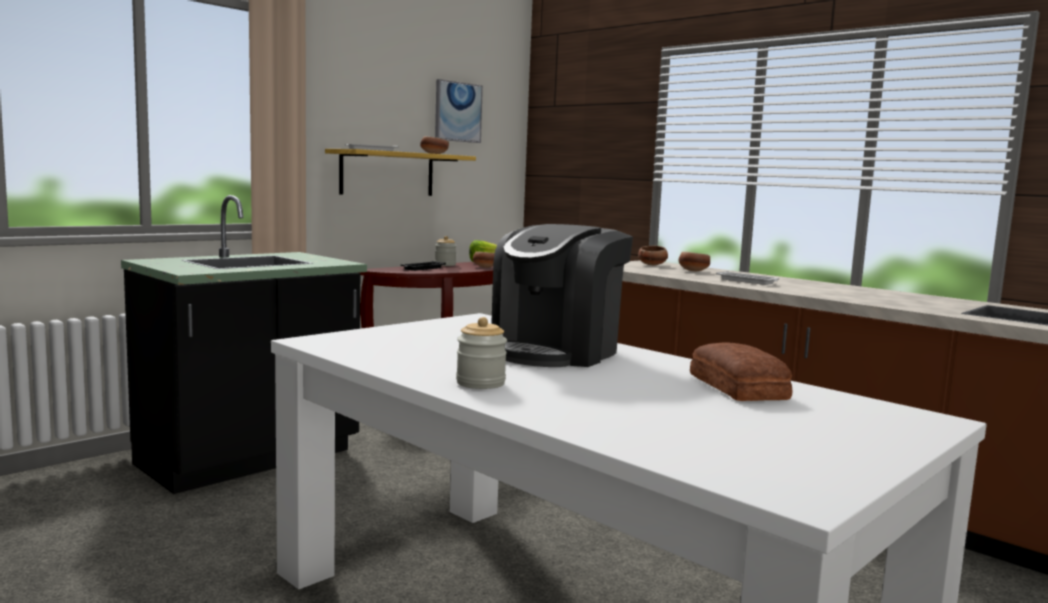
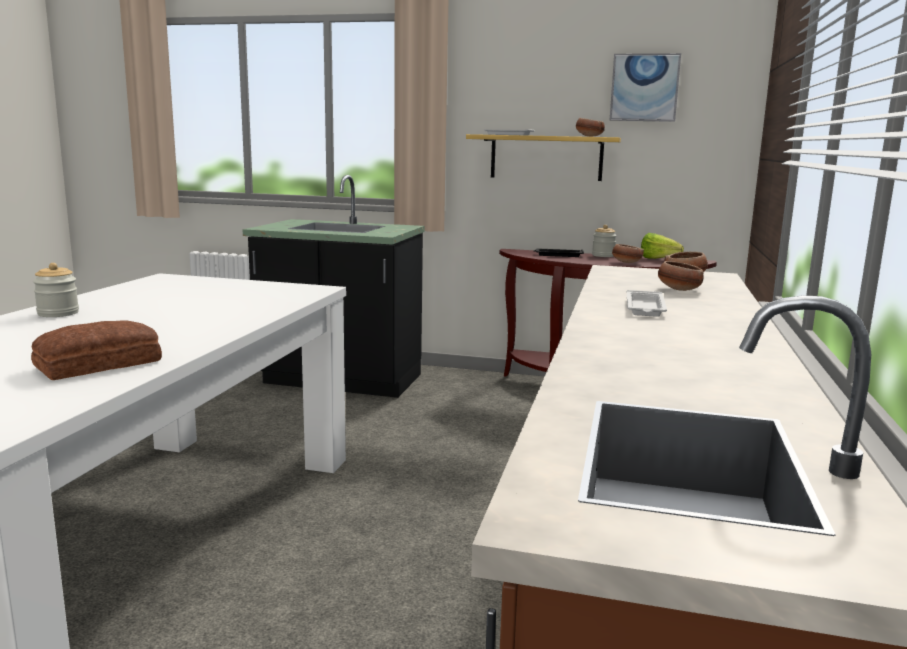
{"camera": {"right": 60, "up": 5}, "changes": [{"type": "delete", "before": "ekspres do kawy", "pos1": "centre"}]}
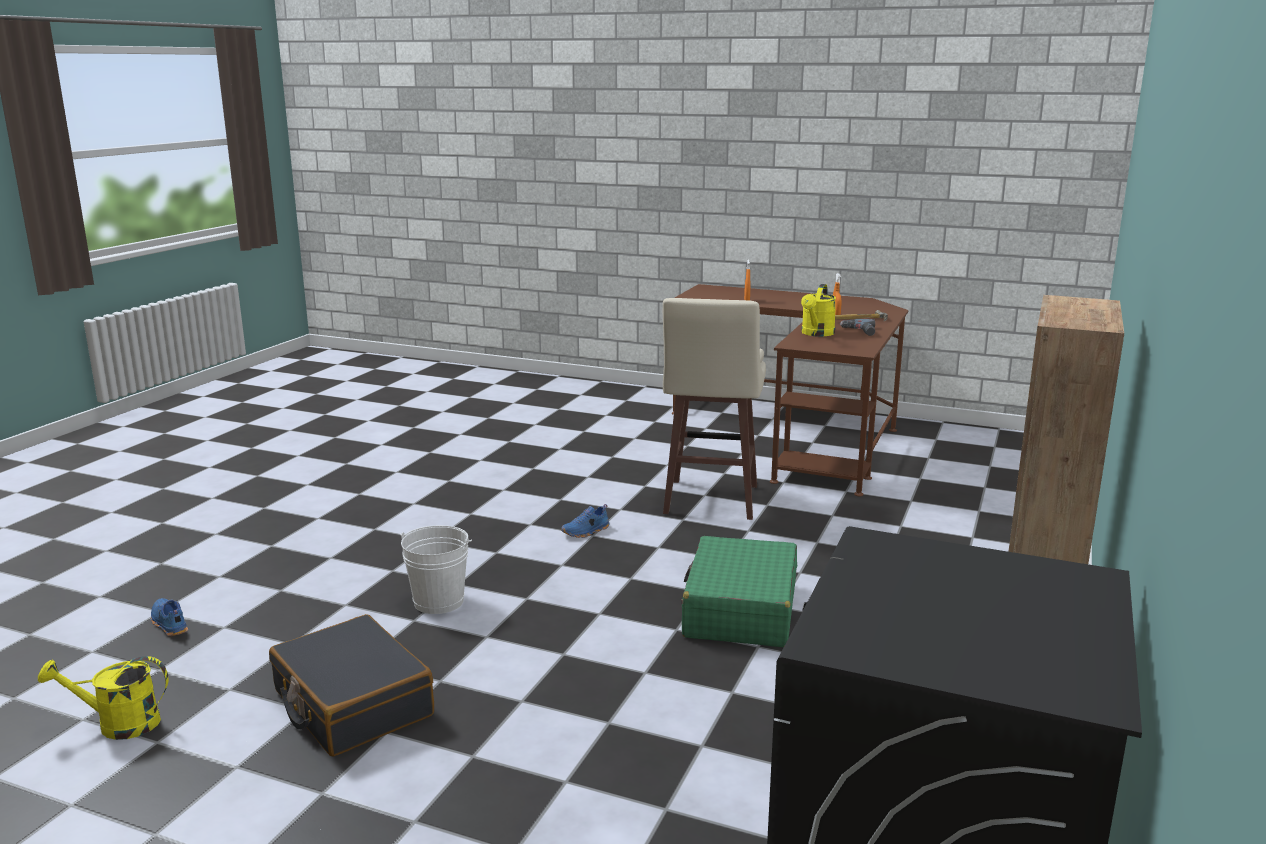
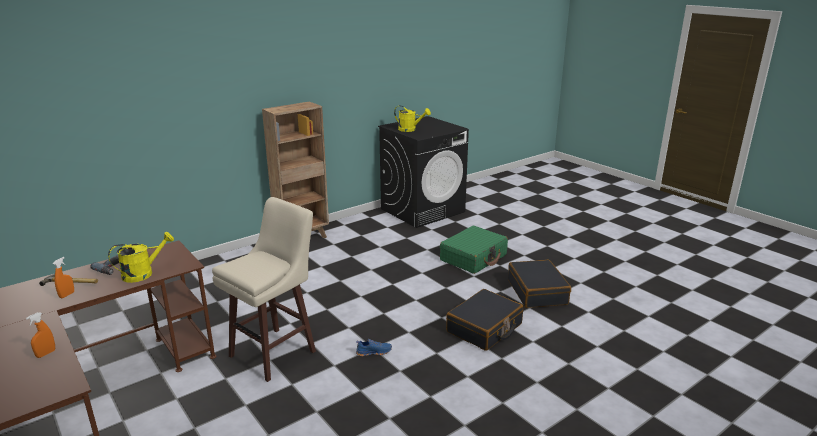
{"camera": {"right": -150, "up": 5}, "changes": [{"type": "move", "before": "konewka [żółty] (1st from left in the first image)", "after": "konewka [żółty] (2nd from left)", "pos1": "bottom left", "pos2": "top centre"}, {"type": "delete", "before": "but [niebieski] (1st from left)", "pos1": "bottom left"}, {"type": "replace", "before": "wiadro [biały]", "after": "walizka [czarny] (1st from left)", "pos1": "bottom centre", "pos2": "bottom centre"}, {"type": "move", "before": "walizka [zielony]", "pos1": "bottom centre", "pos2": "centre"}]}
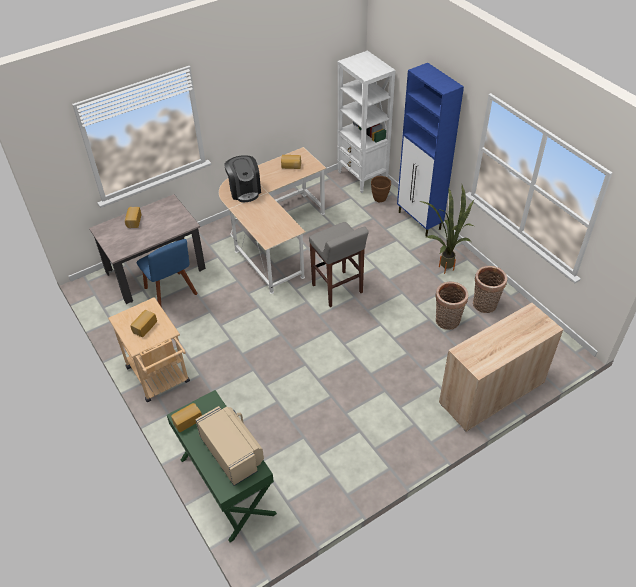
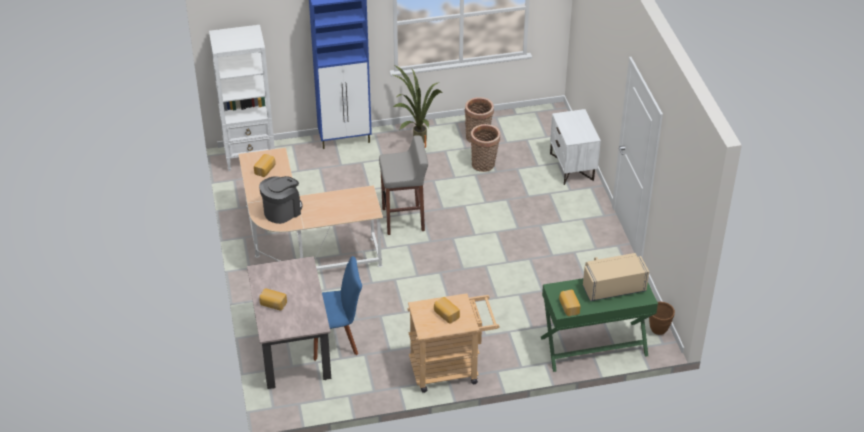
{"camera": {"right": -70, "up": -5}, "changes": [{"type": "rotate", "before": "ekspres do kawy", "pos1": "top centre", "pos2": "middle left", "turn": -45}, {"type": "move", "before": "donica [brązowy]", "pos1": "top centre", "pos2": "bottom right"}, {"type": "replace", "before": "szafka [beżowy]", "after": "szafka nocna [biały]", "pos1": "middle right", "pos2": "centre"}]}
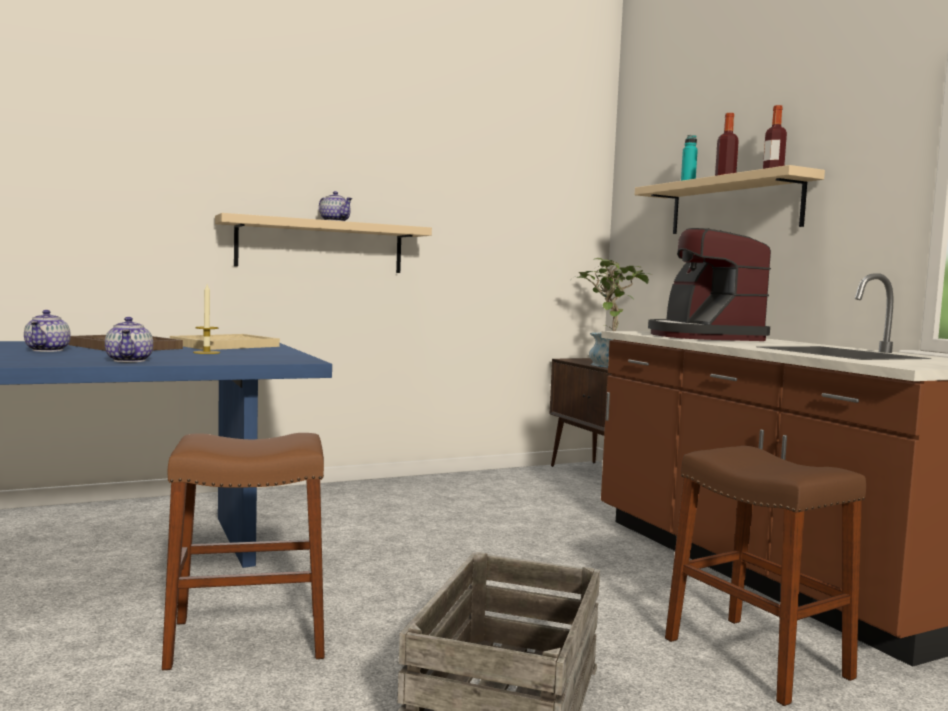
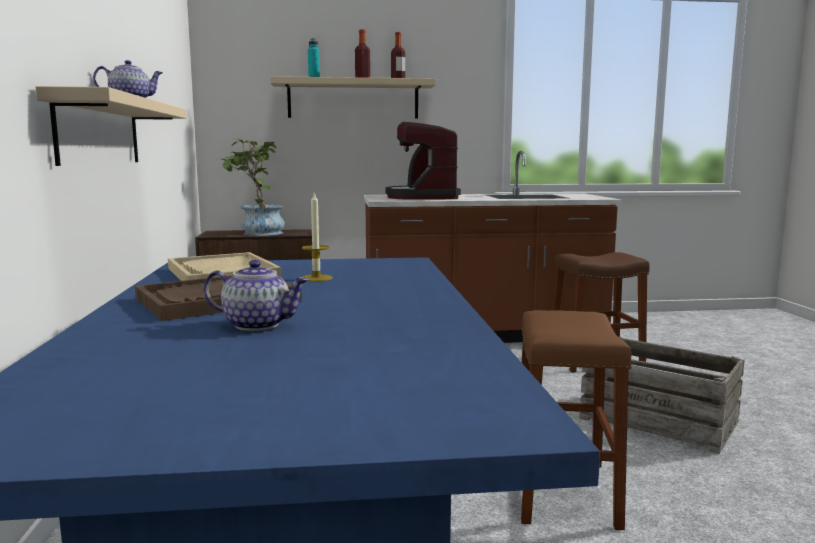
{"camera": {"right": -70, "up": 5}, "changes": [{"type": "delete", "before": "imbryk (2nd from left)", "pos1": "middle left"}, {"type": "rotate", "before": "ekspres do kawy", "pos1": "middle right", "pos2": "top centre", "turn": 75}]}
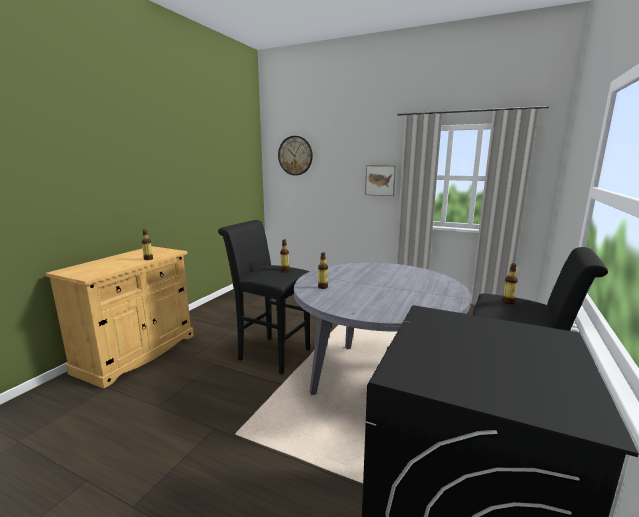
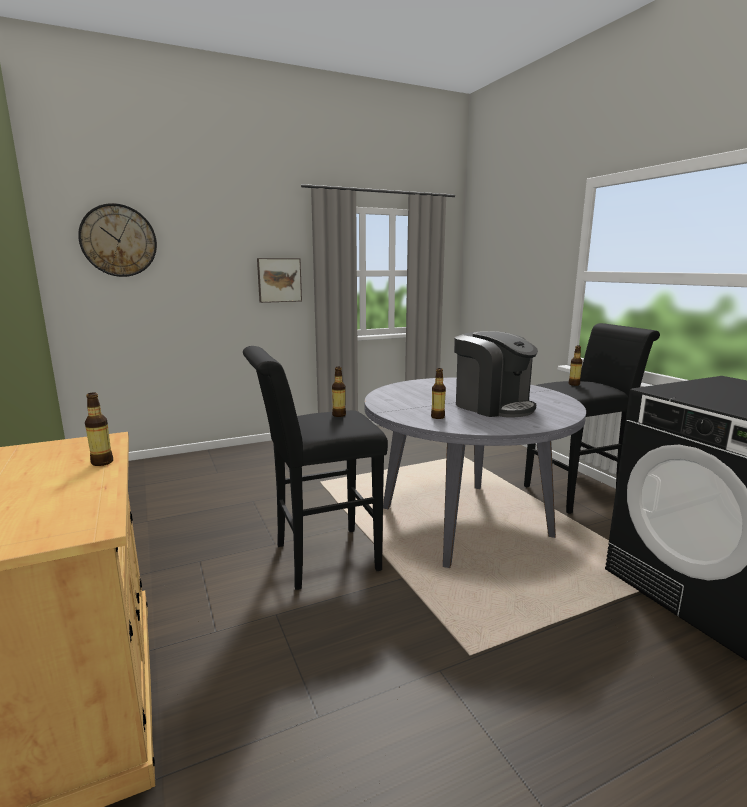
{"camera": {"right": -50, "up": 0}, "changes": [{"type": "insert", "after": "ekspres do kawy", "pos2": "centre"}]}
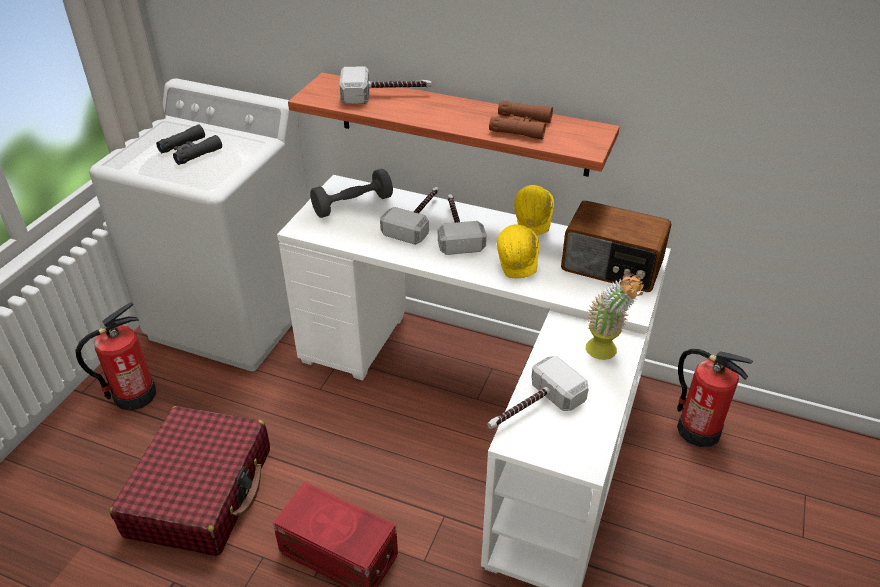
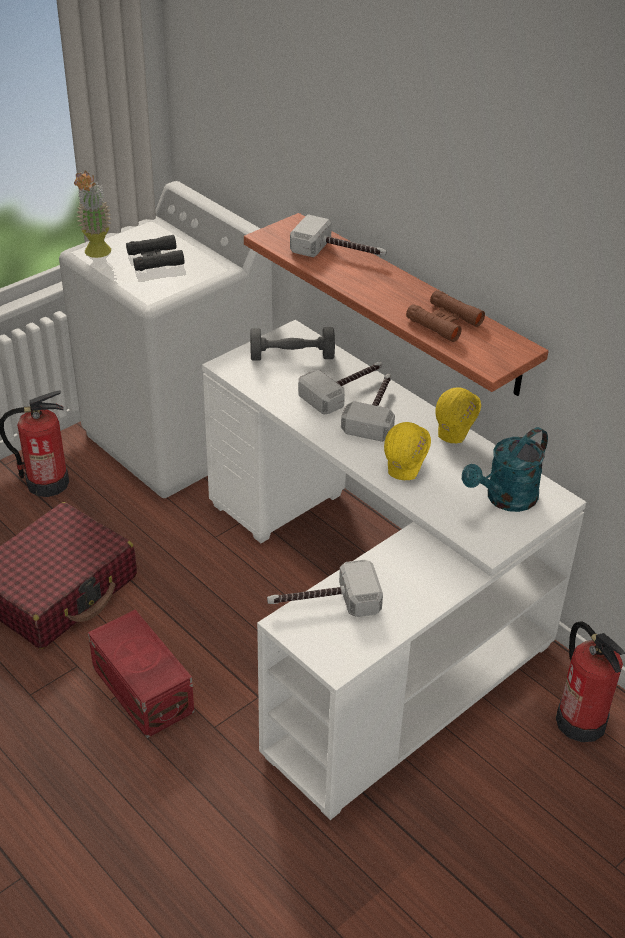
{"camera": {"right": 25, "up": 0}, "changes": [{"type": "replace", "before": "radio", "after": "konewka [turkusowy]", "pos1": "middle right", "pos2": "middle right"}, {"type": "move", "before": "roślina doniczkowa", "pos1": "middle right", "pos2": "top left"}]}
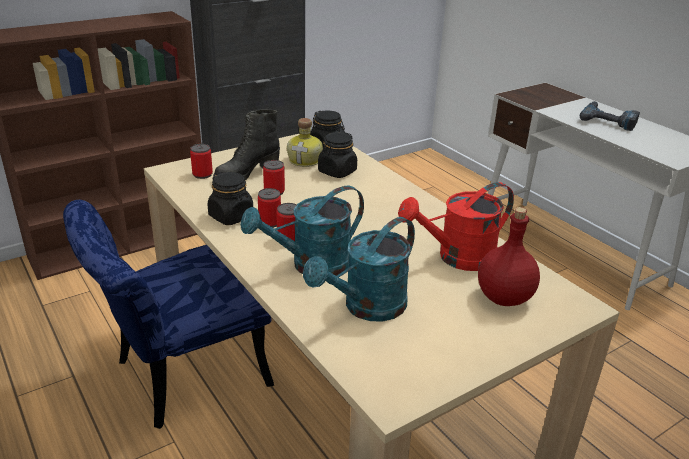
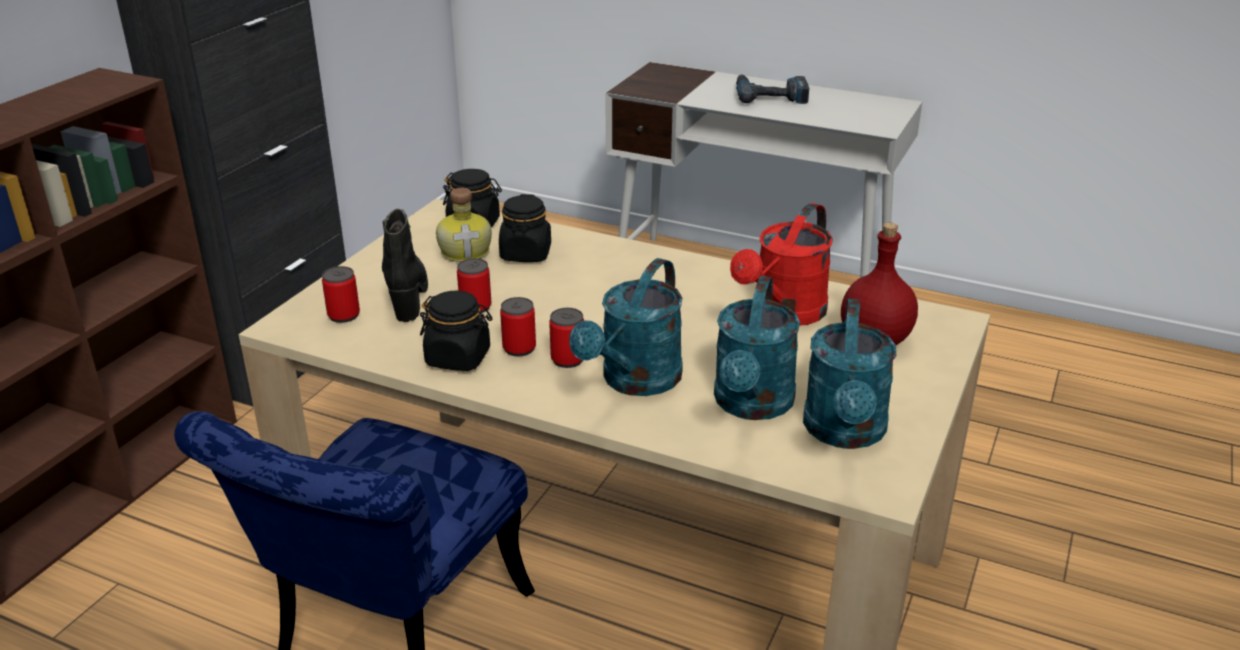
{"camera": {"right": -30, "up": 0}, "changes": [{"type": "rotate", "before": "but z cholewką [czarny]", "pos1": "top centre", "pos2": "middle left", "turn": 150}, {"type": "insert", "after": "konewka [turkusowy] (3rd from left)", "pos2": "middle right"}]}
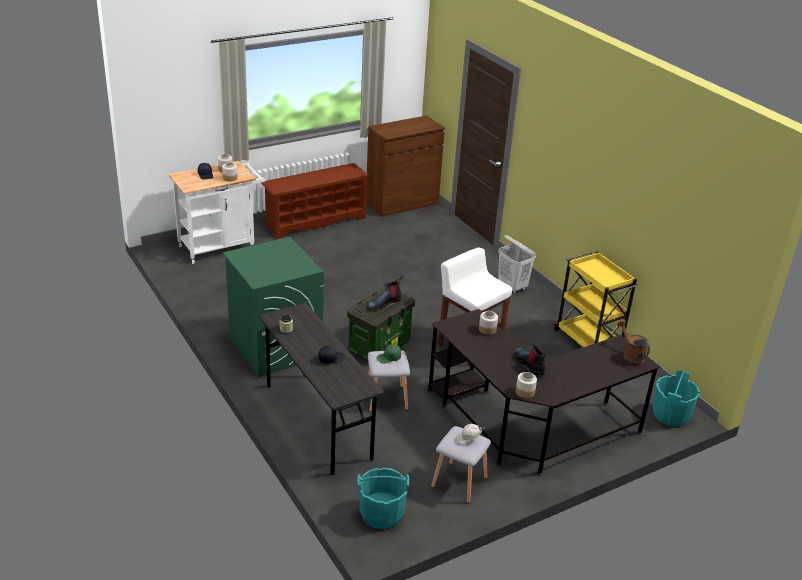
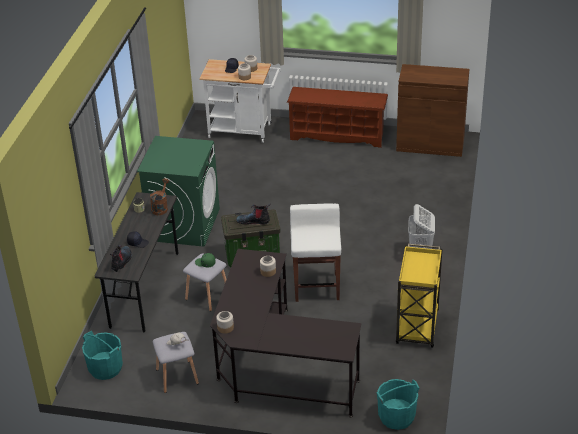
{"camera": {"right": 45, "up": 5}, "changes": [{"type": "move", "before": "but z cholewką (2nd from left in the first image)", "after": "but z cholewką (1st from left)", "pos1": "centre", "pos2": "middle left"}, {"type": "move", "before": "konewka [brązowy]", "pos1": "middle right", "pos2": "middle left"}]}
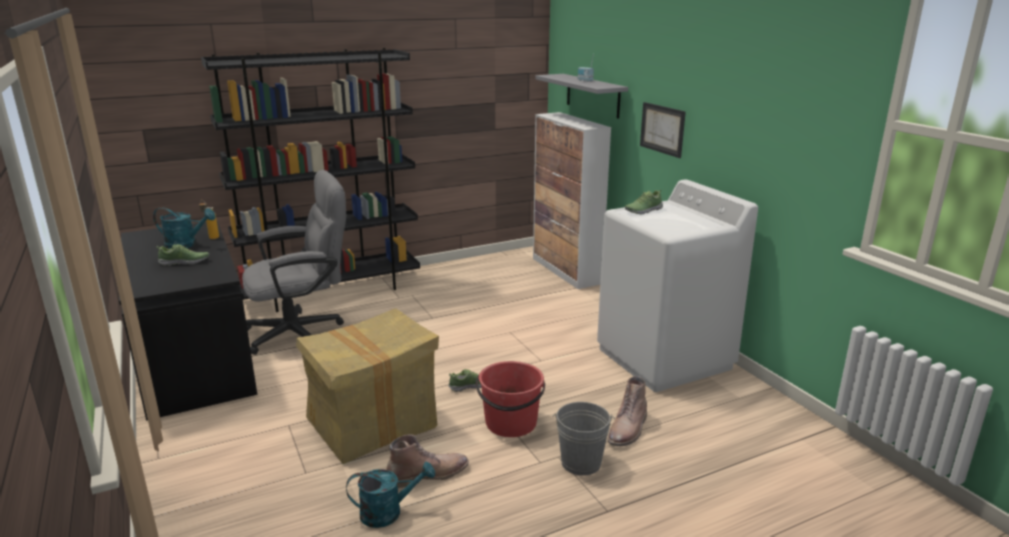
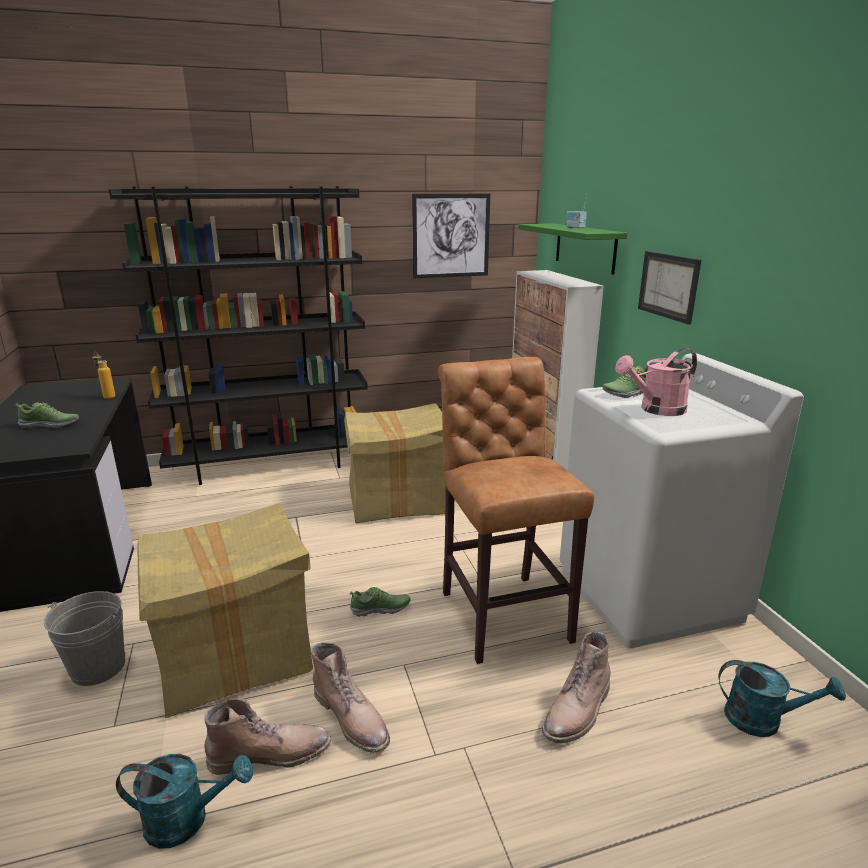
{"camera": {"right": 10, "up": 0}, "changes": [{"type": "move", "before": "konewka [turkusowy] (1st from left in the first image)", "after": "konewka [turkusowy] (2nd from left)", "pos1": "middle left", "pos2": "bottom right"}, {"type": "delete", "before": "krzesło biurowe [szary]", "pos1": "middle left"}, {"type": "delete", "before": "wiadro [czerwony]", "pos1": "bottom centre"}, {"type": "recolor", "before": "półka [szary]", "after": "półka [zielony]", "pos1": "top centre", "pos2": "top centre"}, {"type": "move", "before": "wiadro [szary]", "pos1": "bottom centre", "pos2": "bottom left"}, {"type": "insert", "after": "but z cholewką [brązowy] (2nd from left)", "pos2": "bottom centre"}, {"type": "insert", "after": "karton (2nd from left)", "pos2": "centre"}, {"type": "insert", "after": "obraz (1st from left)", "pos2": "top centre"}, {"type": "insert", "after": "stołek [brązowy]", "pos2": "centre"}, {"type": "insert", "after": "konewka [różowy]", "pos2": "middle right"}]}
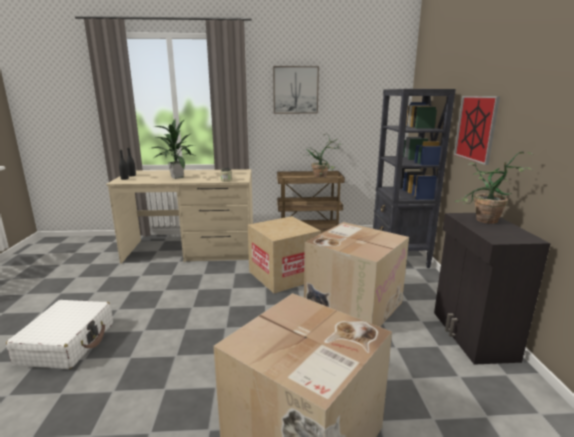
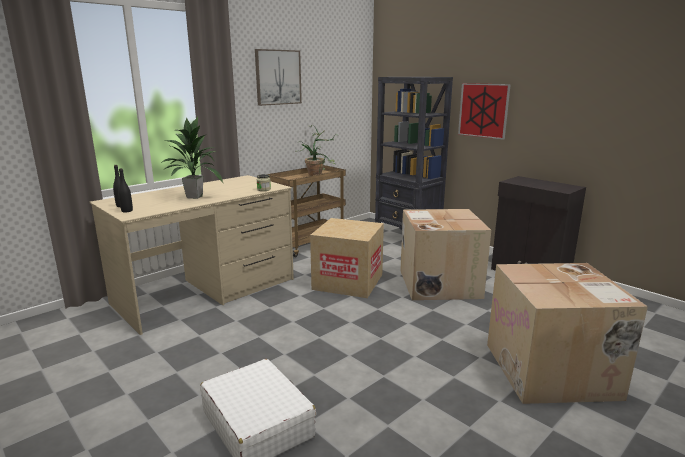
{"camera": {"right": -40, "up": 0}, "changes": [{"type": "delete", "before": "roślina doniczkowa (3rd from left)", "pos1": "middle right"}]}
